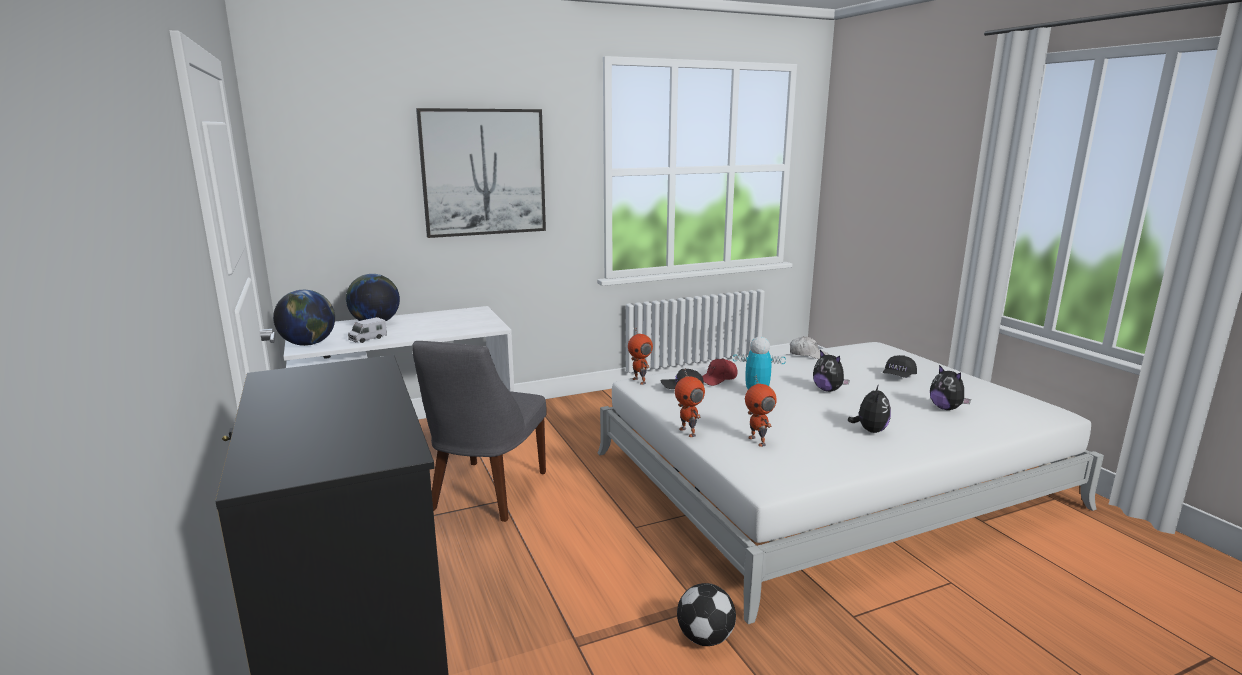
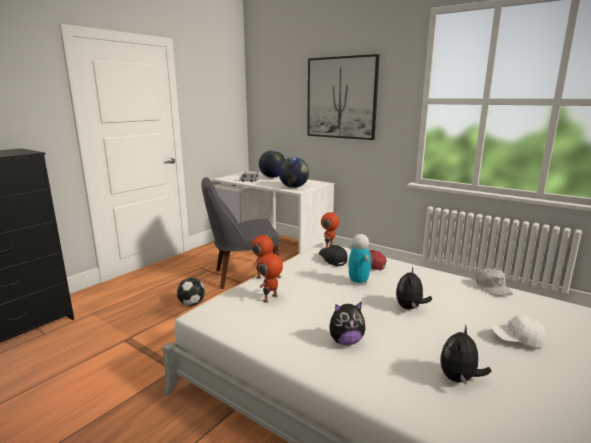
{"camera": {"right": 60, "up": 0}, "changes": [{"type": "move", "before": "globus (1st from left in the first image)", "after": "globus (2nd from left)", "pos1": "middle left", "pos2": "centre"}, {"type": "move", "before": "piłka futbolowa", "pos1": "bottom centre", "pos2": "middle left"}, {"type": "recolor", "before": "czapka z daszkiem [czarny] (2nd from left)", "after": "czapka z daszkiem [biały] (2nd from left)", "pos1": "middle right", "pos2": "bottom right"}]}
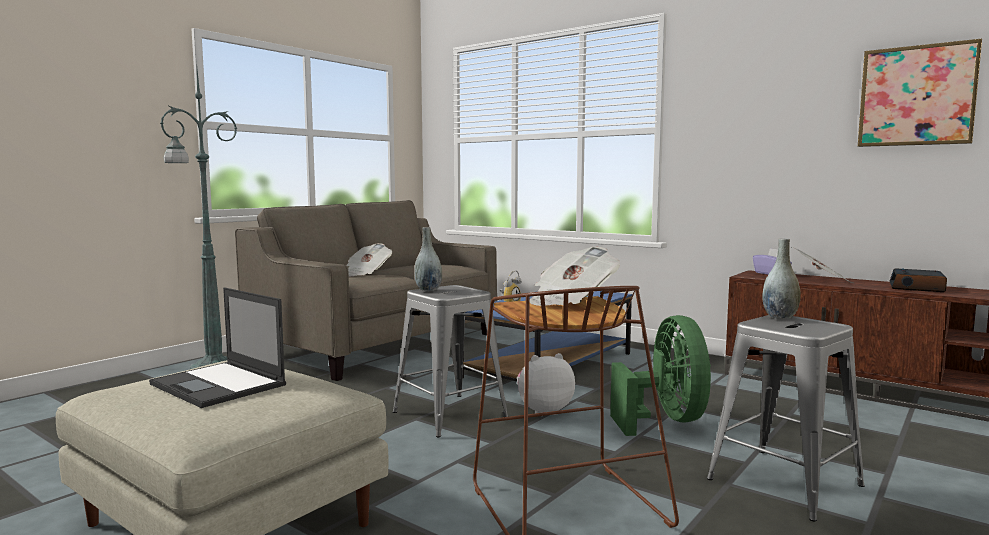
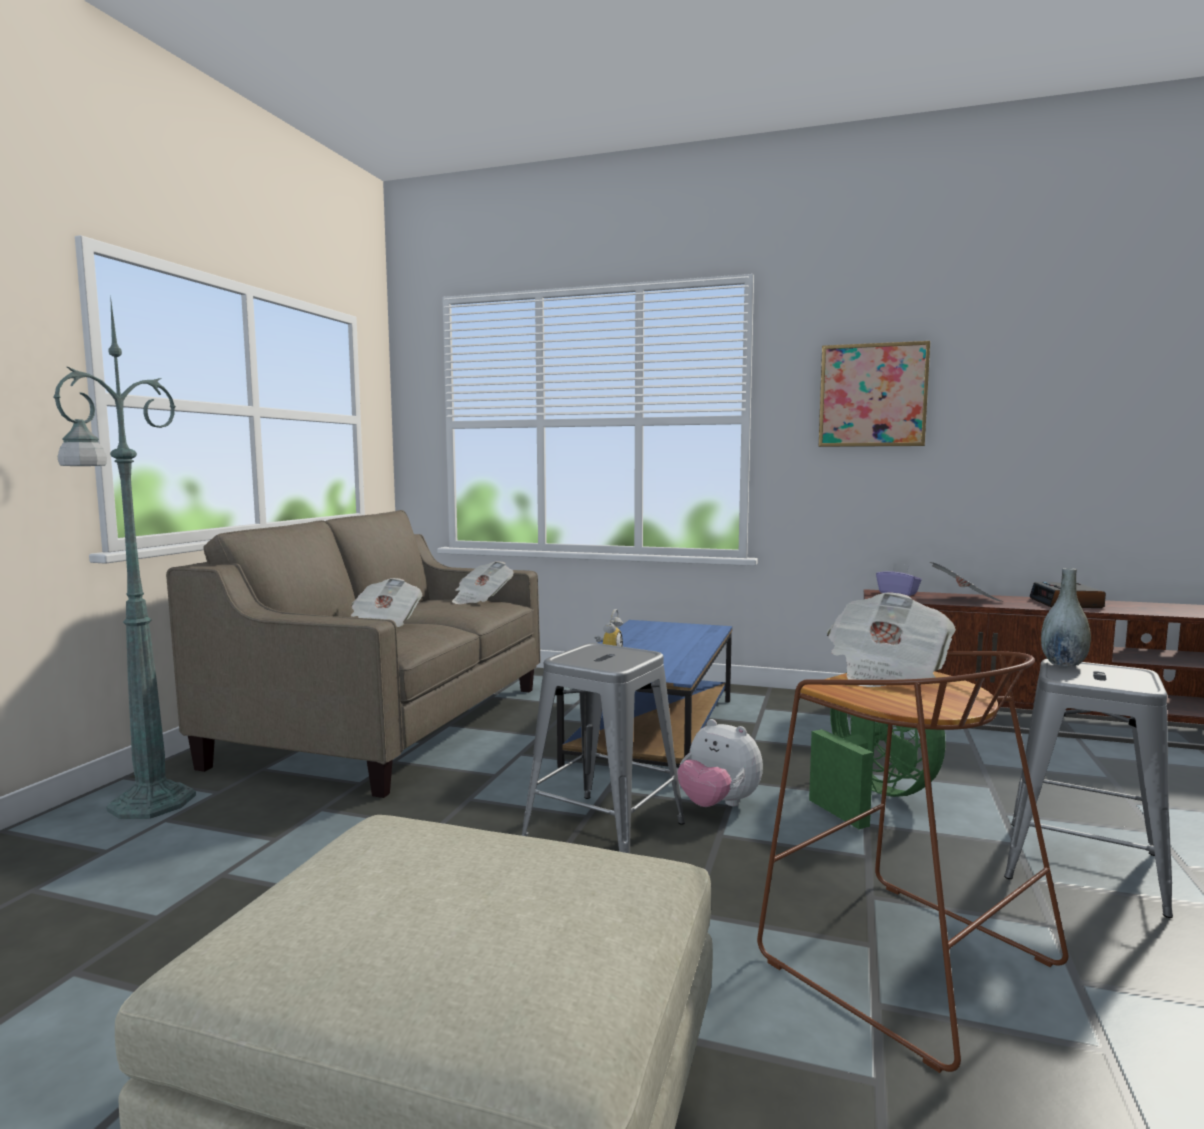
{"camera": {"right": -20, "up": 0}, "changes": [{"type": "delete", "before": "laptop", "pos1": "middle left"}, {"type": "delete", "before": "wazon [szary] (1st from left)", "pos1": "centre"}, {"type": "rotate", "before": "pluszak", "pos1": "bottom centre", "pos2": "bottom centre", "turn": -105}, {"type": "move", "before": "obraz", "pos1": "top right", "pos2": "middle right"}, {"type": "insert", "after": "gazeta (2nd from left)", "pos2": "centre"}]}
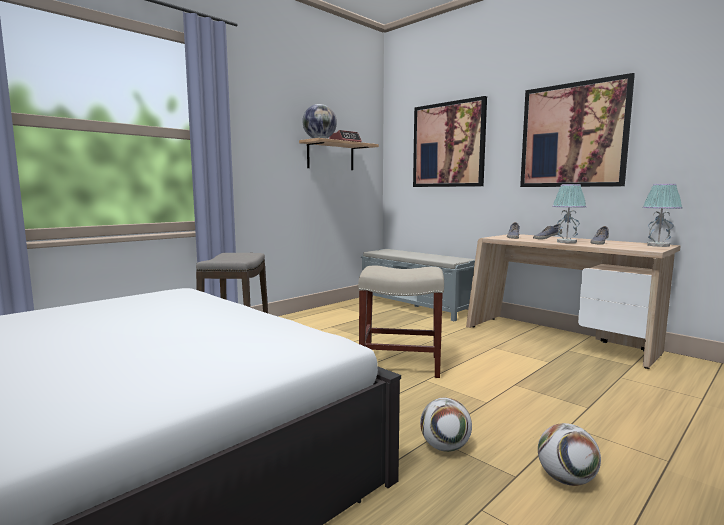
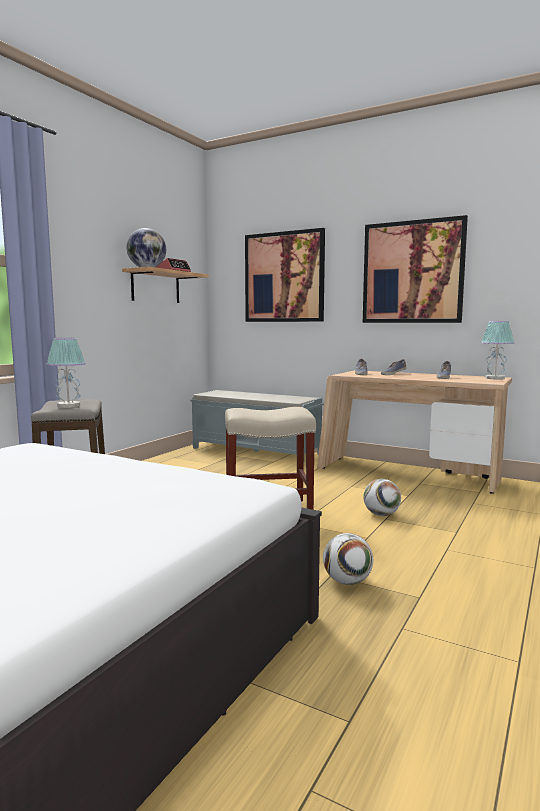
{"camera": {"right": -15, "up": 0}, "changes": [{"type": "move", "before": "piłka futbolowa (2nd from left)", "pos1": "bottom right", "pos2": "middle right"}, {"type": "move", "before": "lampa stołowa (1st from left)", "pos1": "middle right", "pos2": "middle left"}]}
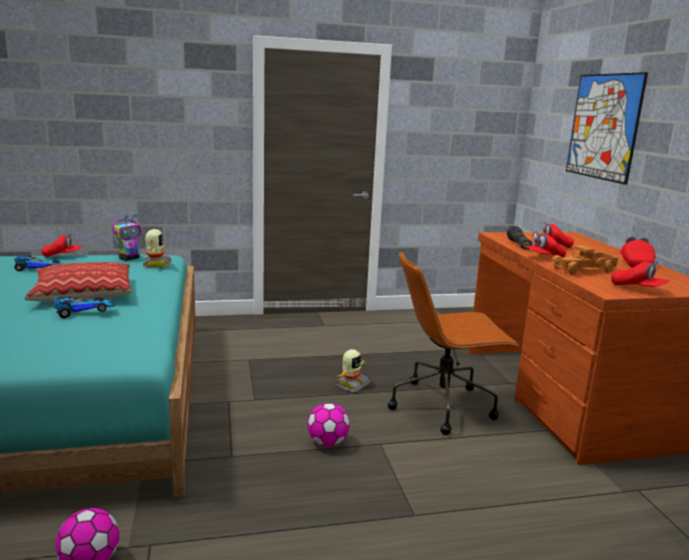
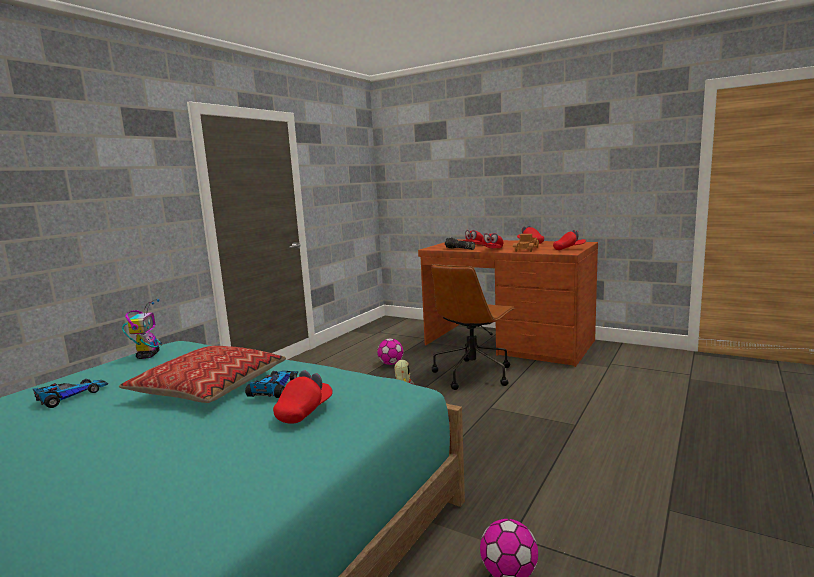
{"camera": {"right": -45, "up": -5}, "changes": [{"type": "move", "before": "czapka z daszkiem [czerwony] (1st from left)", "pos1": "middle left", "pos2": "bottom centre"}, {"type": "delete", "before": "robot zabawkowy (2nd from left)", "pos1": "middle left"}, {"type": "move", "before": "piłka futbolowa (2nd from left in the first image)", "after": "piłka futbolowa (1st from left)", "pos1": "bottom centre", "pos2": "centre"}, {"type": "delete", "before": "obraz", "pos1": "top right"}]}
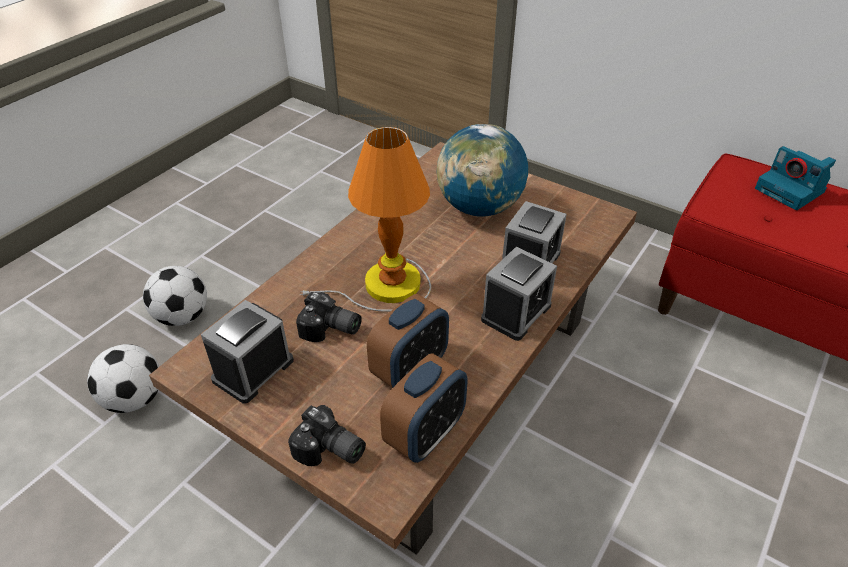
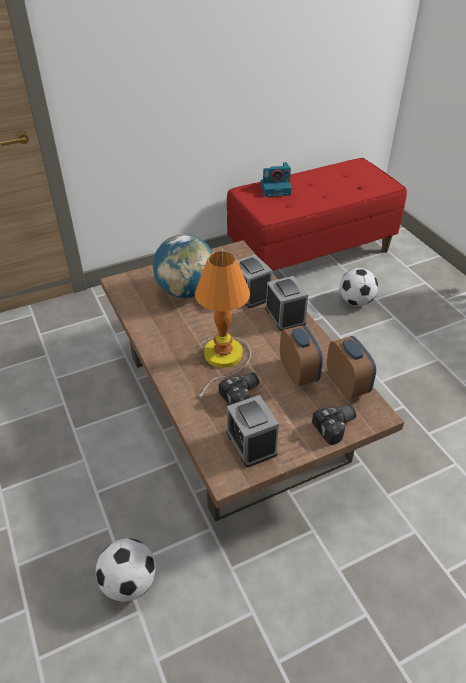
{"camera": {"right": -60, "up": 0}, "changes": [{"type": "move", "before": "piłka futbolowa (2nd from left)", "pos1": "middle left", "pos2": "middle right"}]}
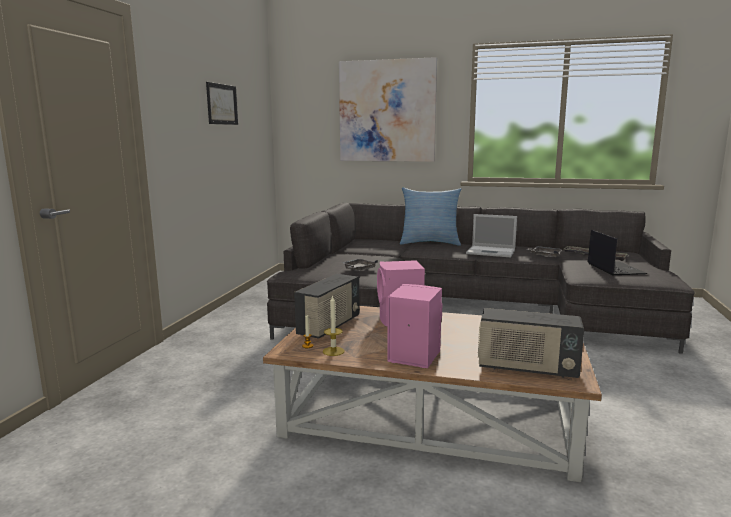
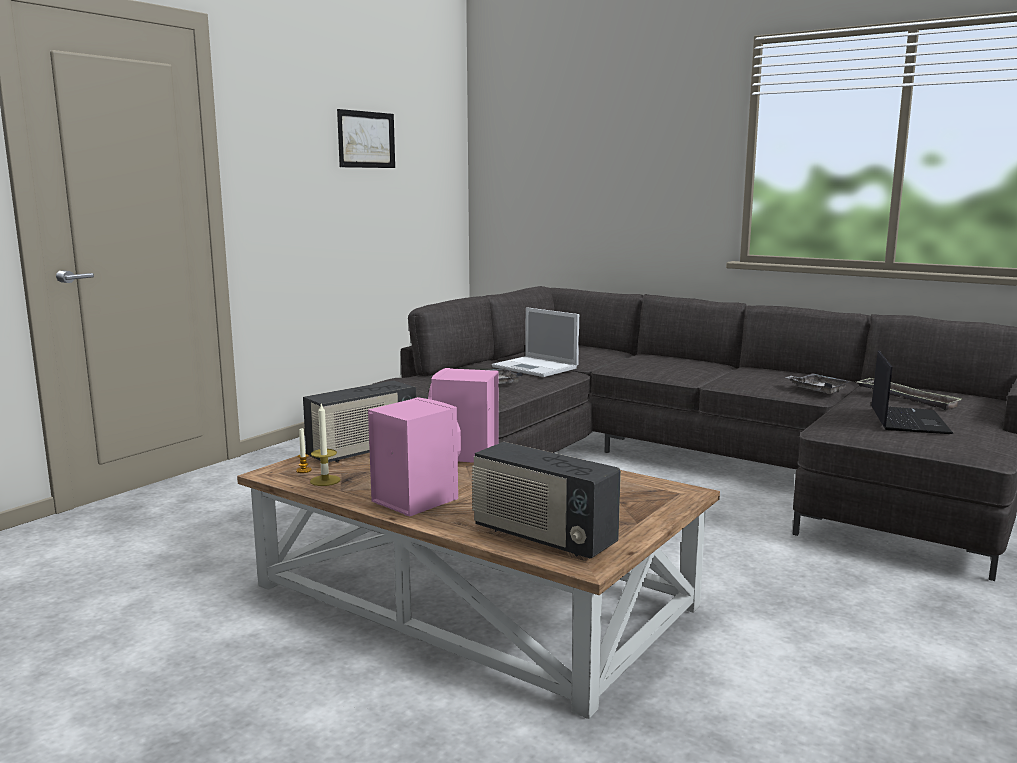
{"camera": {"right": 20, "up": 0}, "changes": [{"type": "delete", "before": "obraz (2nd from left)", "pos1": "top centre"}, {"type": "delete", "before": "poduszka", "pos1": "centre"}, {"type": "move", "before": "laptop (1st from left)", "pos1": "middle right", "pos2": "centre"}]}
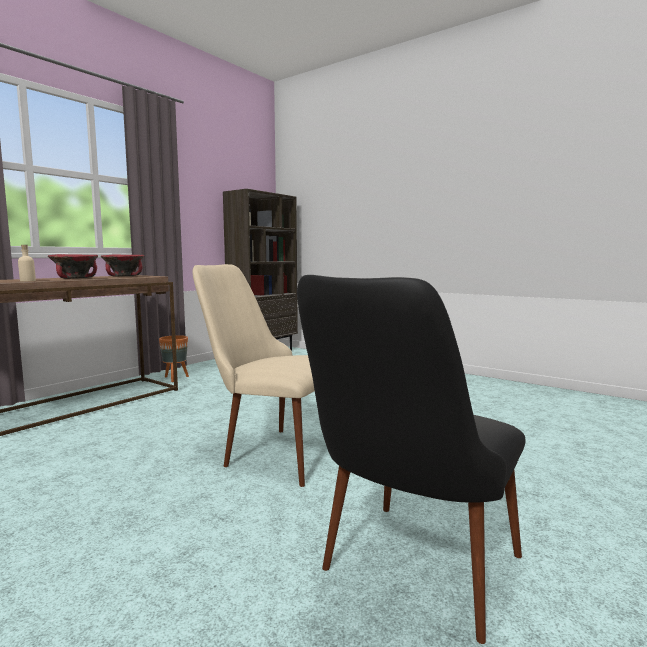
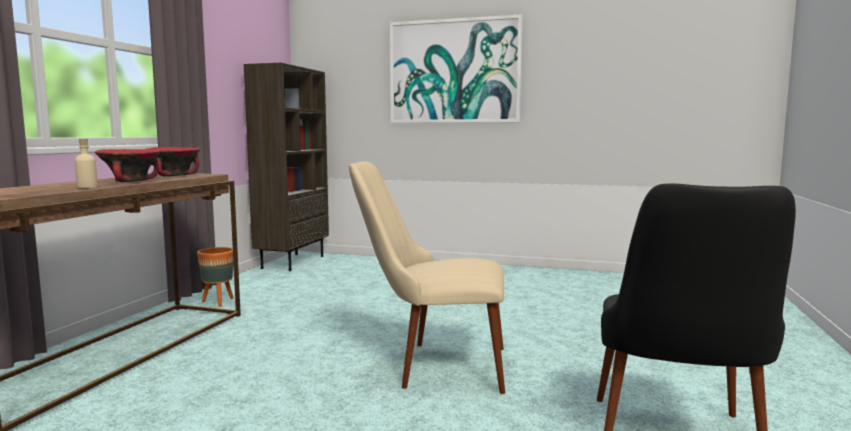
{"camera": {"right": -20, "up": 0}, "changes": [{"type": "insert", "after": "obraz", "pos2": "top centre"}]}
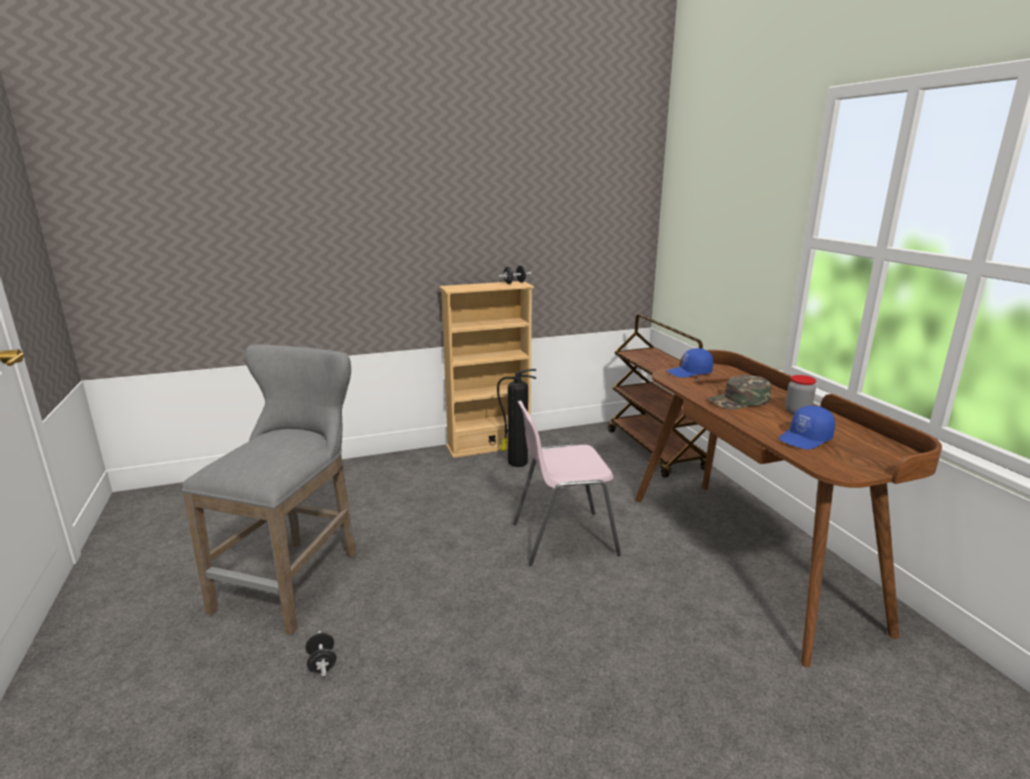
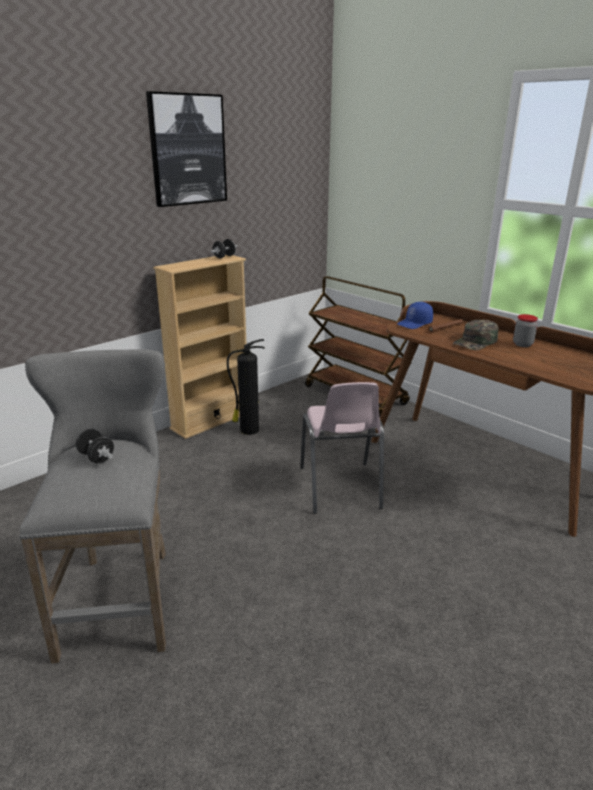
{"camera": {"right": -25, "up": 5}, "changes": [{"type": "move", "before": "hantel [czarny] (1st from left)", "pos1": "bottom left", "pos2": "middle left"}, {"type": "rotate", "before": "krzesło [różowy]", "pos1": "centre", "pos2": "centre", "turn": -60}, {"type": "delete", "before": "czapka z daszkiem [niebieski] (2nd from left)", "pos1": "middle right"}, {"type": "insert", "after": "obraz", "pos2": "top left"}]}
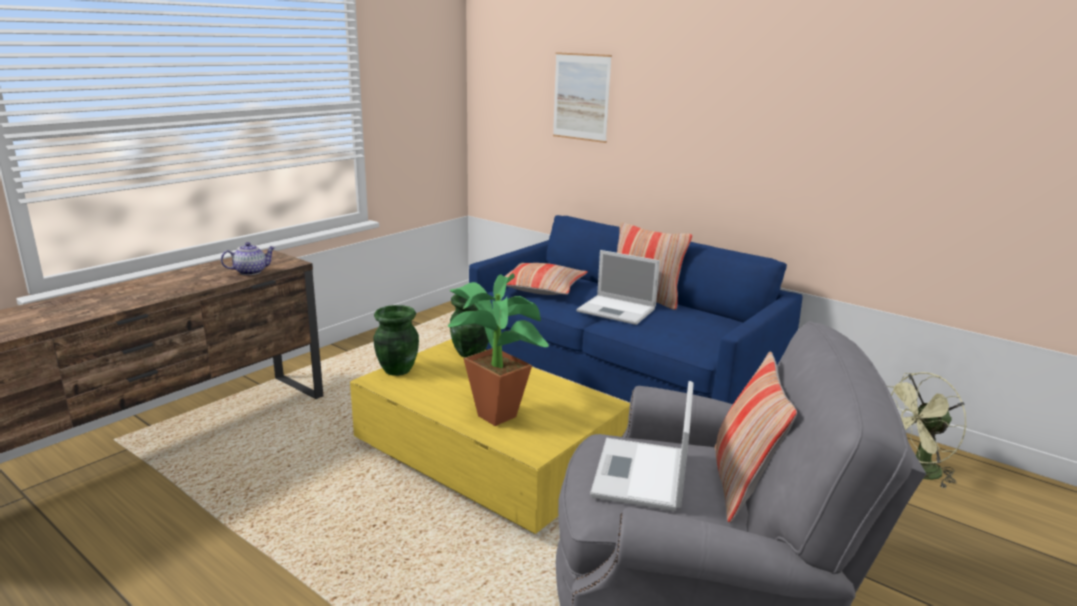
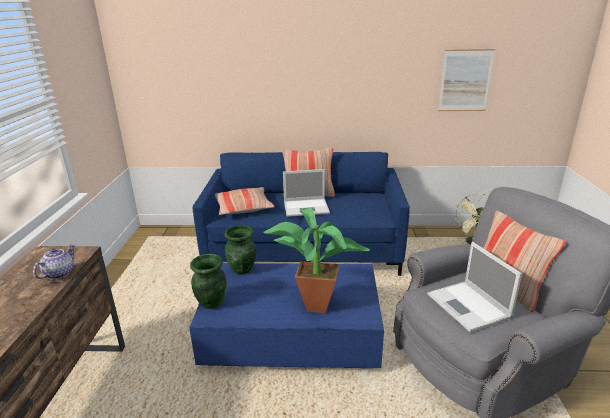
{"camera": {"right": -35, "up": 5}, "changes": [{"type": "recolor", "before": "ława [żółty]", "after": "ława [niebieski]", "pos1": "bottom centre", "pos2": "bottom centre"}, {"type": "move", "before": "obraz", "pos1": "top centre", "pos2": "top right"}]}
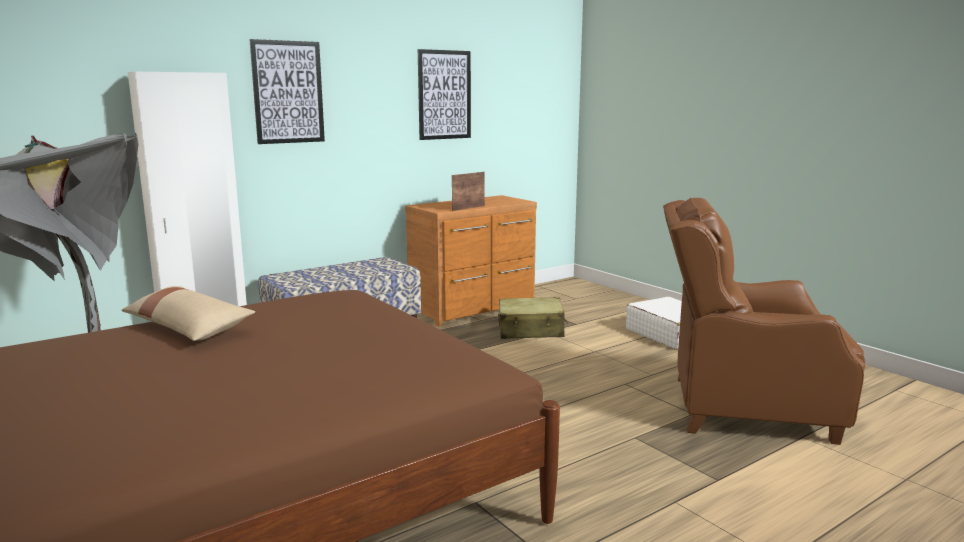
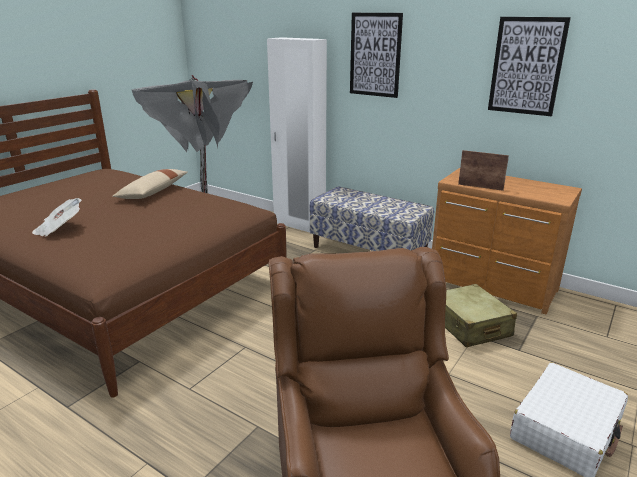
{"camera": {"right": 70, "up": 10}, "changes": [{"type": "insert", "after": "gazeta", "pos2": "middle left"}]}
